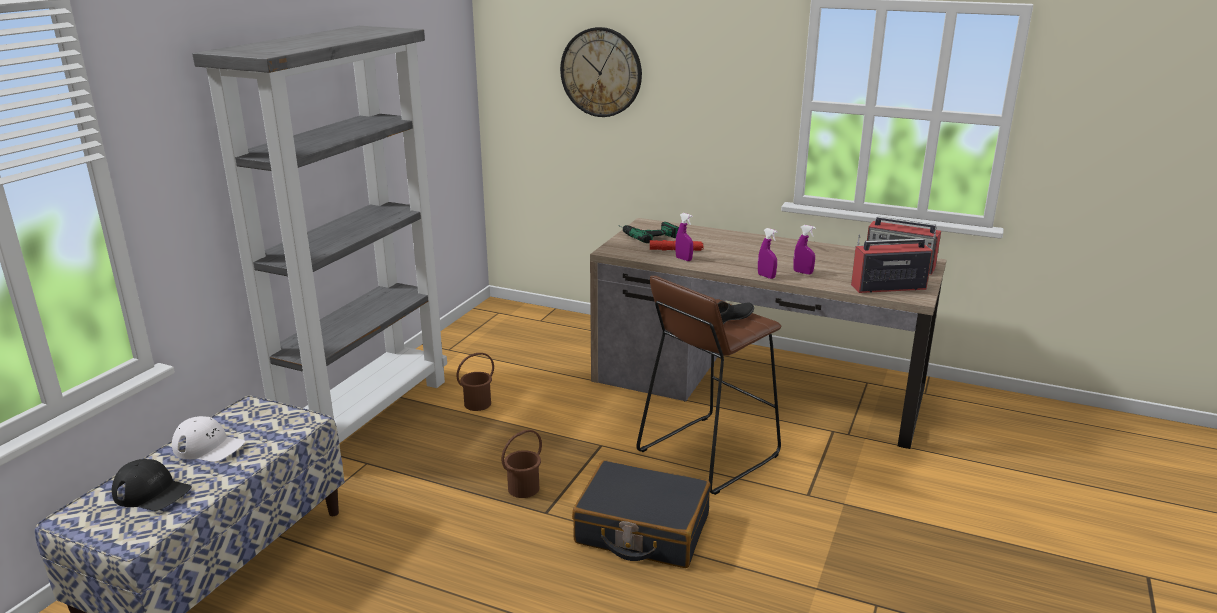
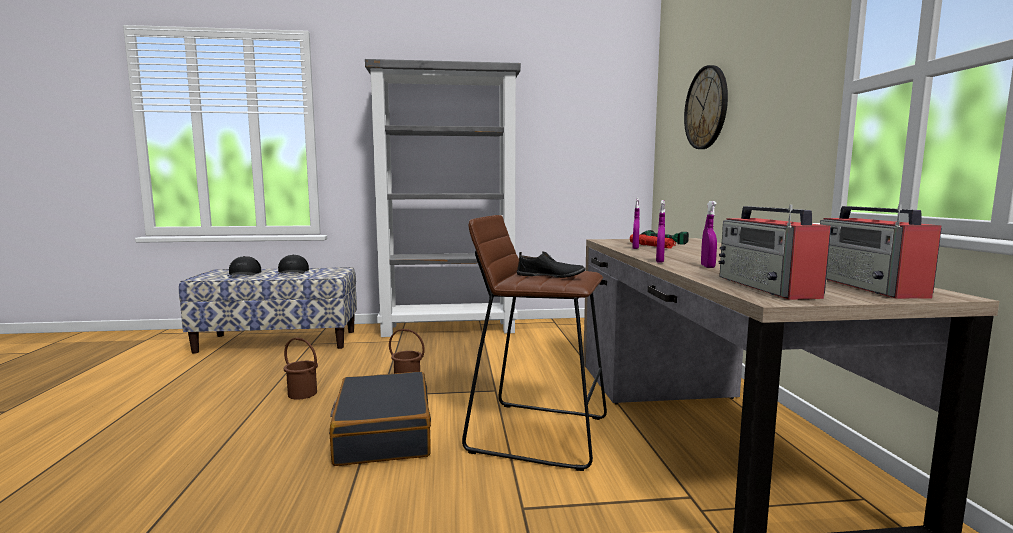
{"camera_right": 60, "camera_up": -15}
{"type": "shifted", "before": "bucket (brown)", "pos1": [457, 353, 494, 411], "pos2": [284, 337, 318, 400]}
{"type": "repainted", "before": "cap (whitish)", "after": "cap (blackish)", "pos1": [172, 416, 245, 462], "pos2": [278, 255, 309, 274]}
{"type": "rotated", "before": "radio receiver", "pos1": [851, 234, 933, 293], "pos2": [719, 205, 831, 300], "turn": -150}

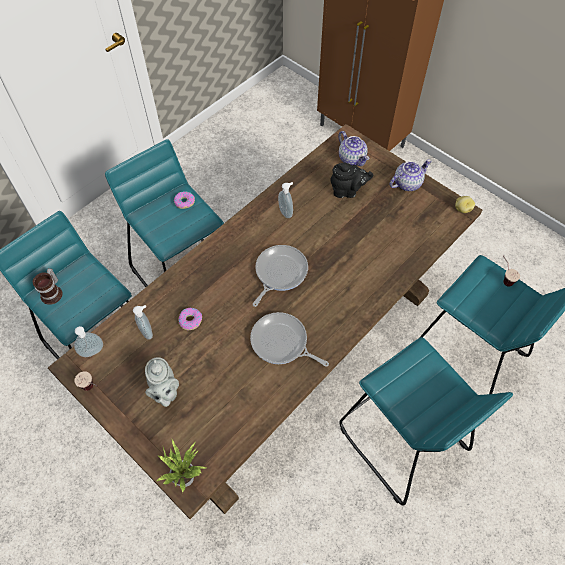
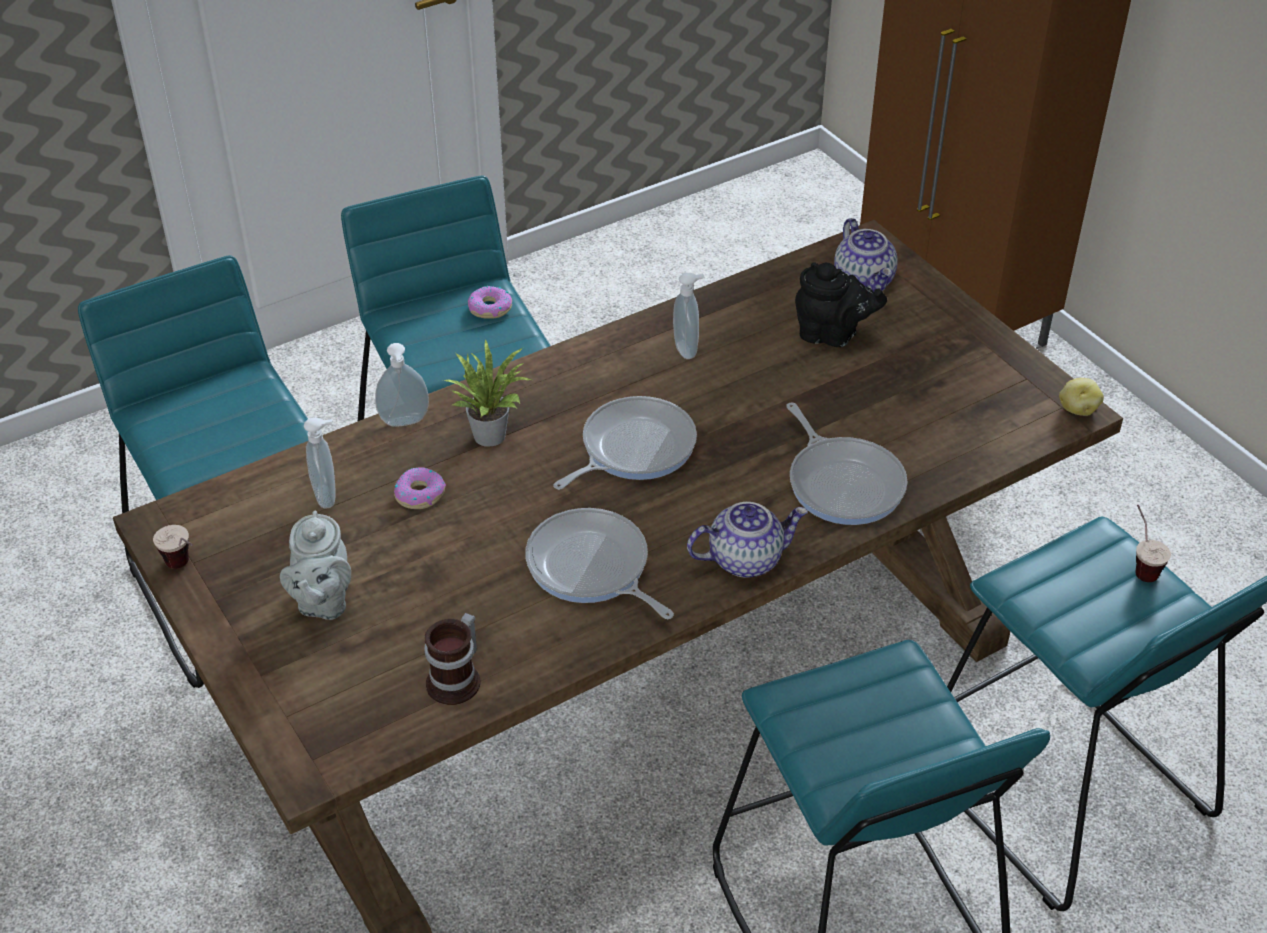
{"camera_right": 15, "camera_up": -15}
{"type": "new", "after": "frying pan", "pos2": [786, 402, 907, 525]}
{"type": "shifted", "before": "coffee mug", "pos1": [33, 268, 63, 305], "pos2": [424, 613, 481, 705]}
{"type": "shifted", "before": "soap dispenser", "pos1": [74, 326, 103, 357], "pos2": [375, 343, 429, 427]}
{"type": "shifted", "before": "plant in a pot", "pos1": [157, 440, 206, 493], "pos2": [443, 339, 532, 446]}
{"type": "shifted", "before": "pot for tea", "pos1": [389, 159, 431, 191], "pos2": [687, 502, 808, 578]}

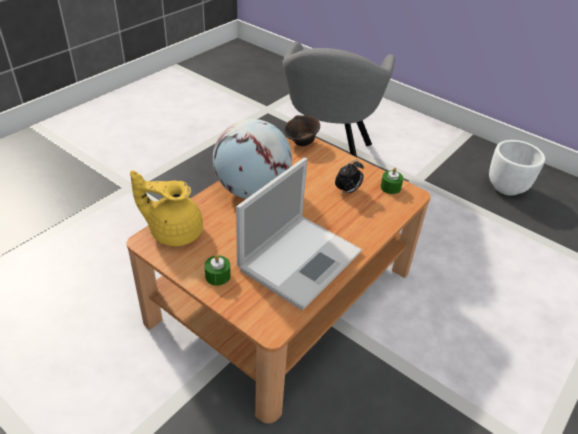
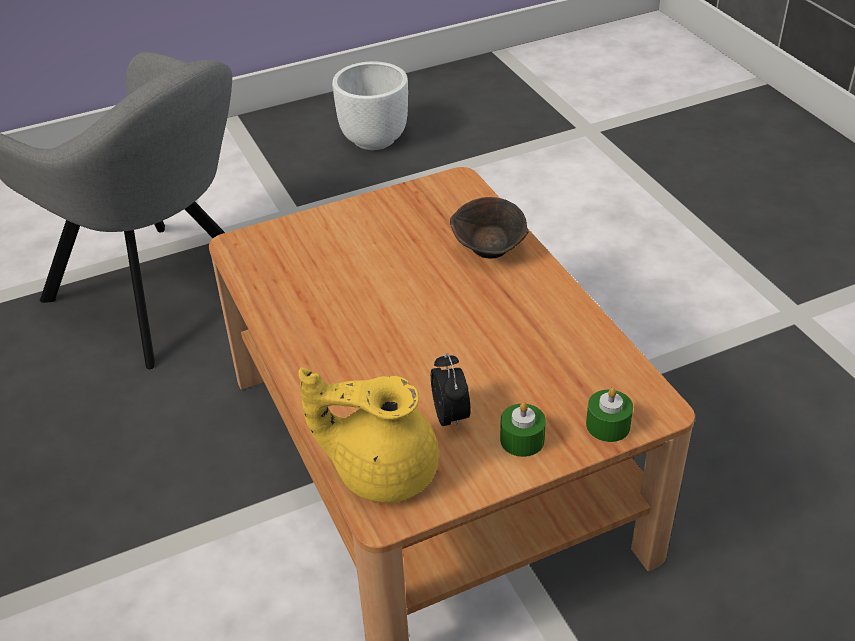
{"camera_right": -60, "camera_up": 0}
{"type": "gone", "before": "globe", "pos1": [213, 119, 292, 199]}
{"type": "gone", "before": "portable computer", "pos1": [236, 158, 362, 310]}
{"type": "shifted", "before": "serving bowl (brown)", "pos1": [284, 115, 320, 146], "pos2": [450, 197, 528, 259]}
{"type": "shifted", "before": "table clock", "pos1": [335, 159, 364, 195], "pos2": [431, 353, 471, 431]}
{"type": "shifted", "before": "wax candle (greenish)", "pos1": [380, 168, 404, 194], "pos2": [586, 388, 633, 442]}
{"type": "rotated", "before": "pot for tea (yellowish)", "pos1": [130, 170, 203, 246], "pos2": [298, 367, 439, 503], "turn": 60}

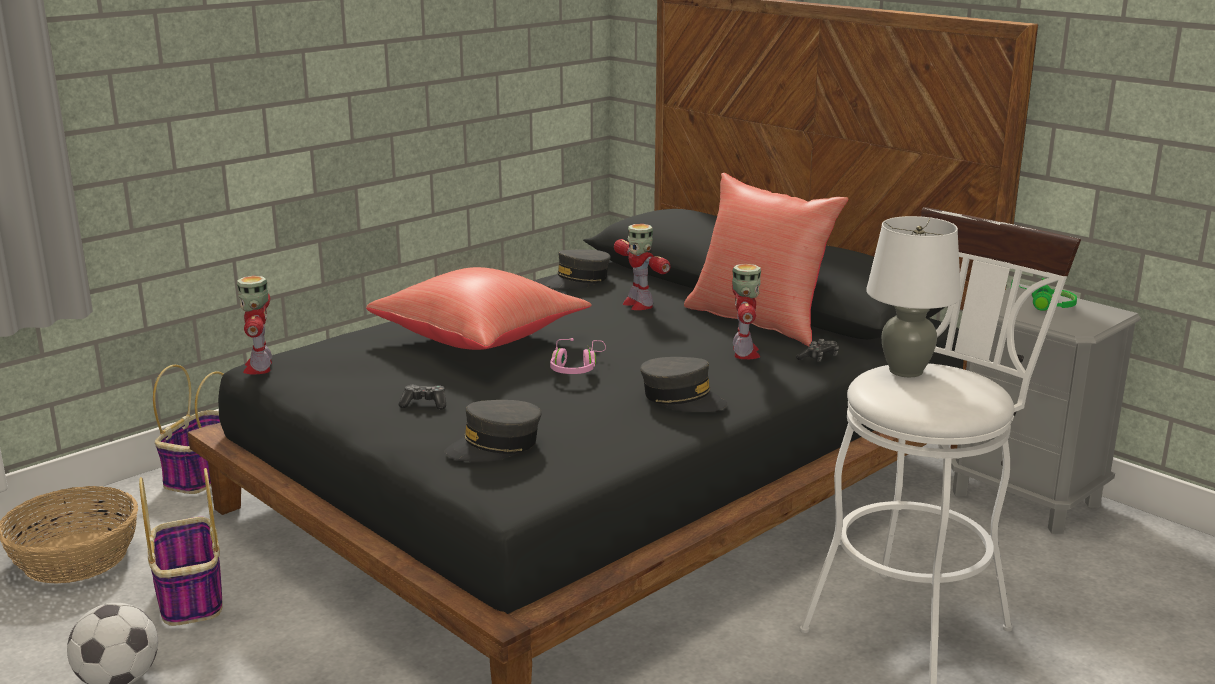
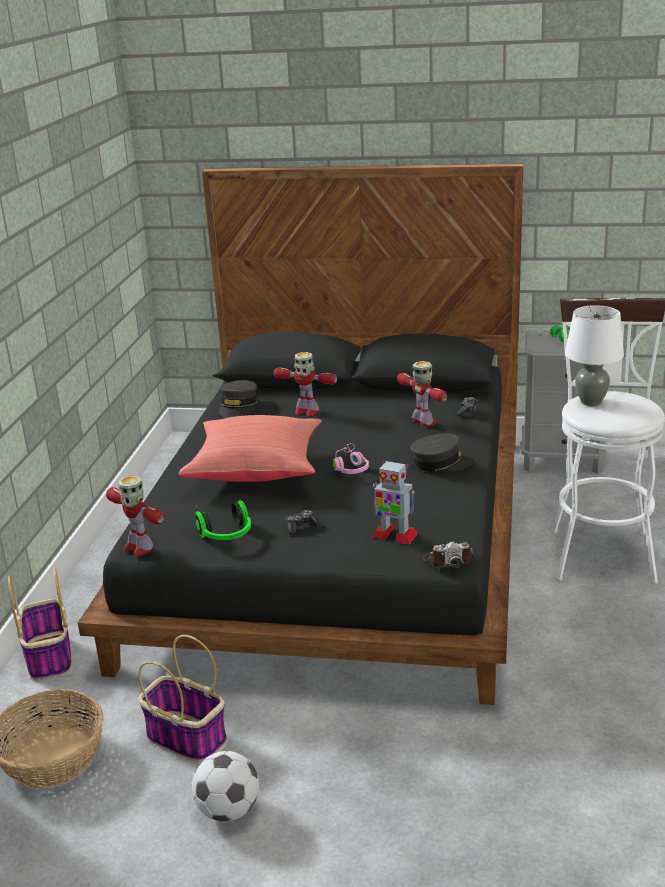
{"camera_right": -35, "camera_up": 5}
{"type": "gone", "before": "throw pillow (red-coloured)", "pos1": [684, 173, 848, 346]}
{"type": "new", "after": "headset", "pos2": [194, 500, 251, 540]}
{"type": "new", "after": "photo camera", "pos2": [423, 541, 474, 568]}
{"type": "swapped", "before": "cap (grey)", "after": "toy robot", "pos1": [445, 400, 542, 462], "pos2": [372, 460, 419, 544]}

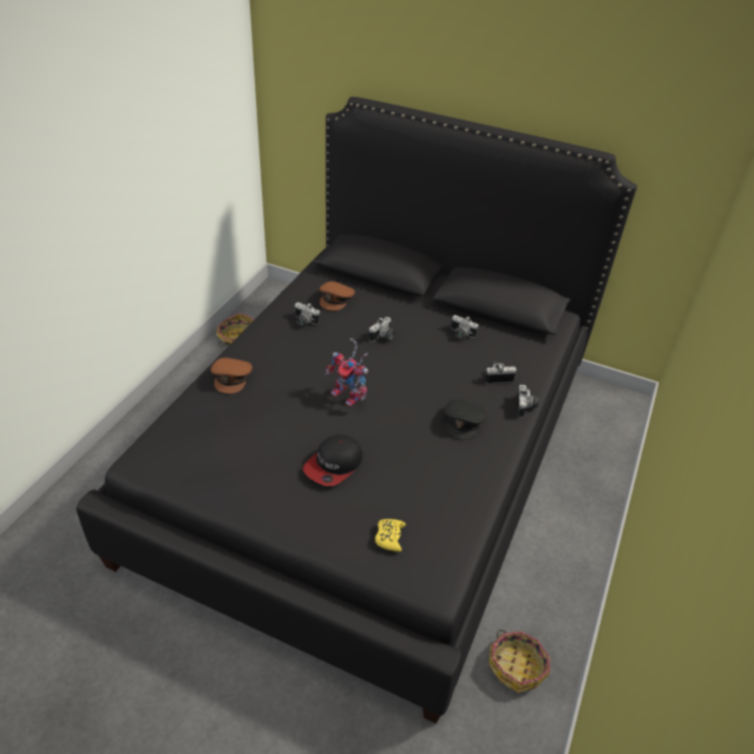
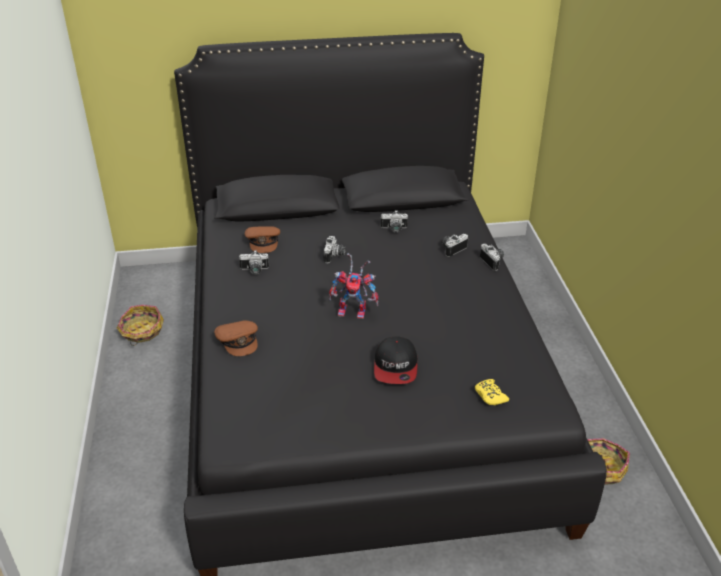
{"camera_right": -30, "camera_up": -5}
{"type": "gone", "before": "cap (blackish)", "pos1": [444, 399, 486, 440]}

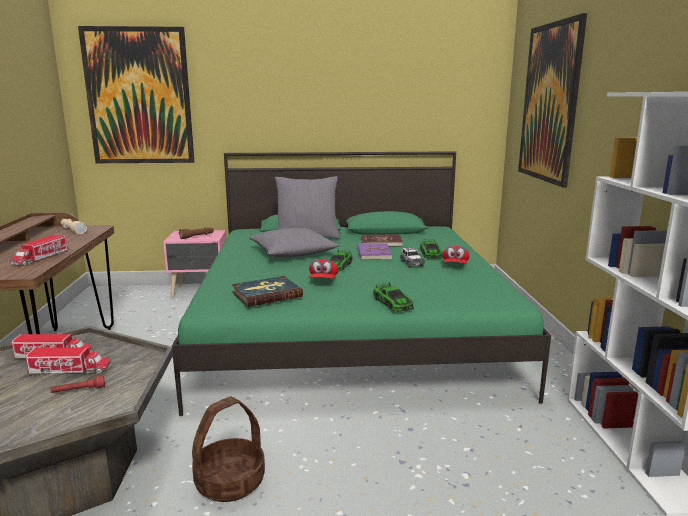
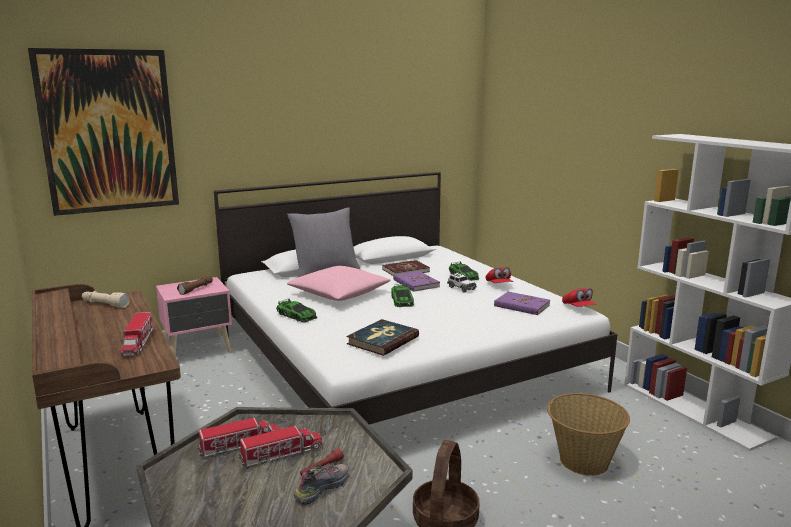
{"camera_right": -25, "camera_up": 0}
{"type": "gone", "before": "picture", "pos1": [518, 13, 587, 188]}
{"type": "new", "after": "item of footwear", "pos2": [294, 464, 349, 505]}
{"type": "new", "after": "book (purple)", "pos2": [494, 292, 550, 315]}
{"type": "new", "after": "storage basket", "pos2": [547, 393, 630, 476]}
{"type": "shifted", "before": "cap (red-coloured)", "pos1": [309, 259, 338, 279], "pos2": [562, 288, 597, 307]}
{"type": "shifted", "before": "toy car", "pos1": [373, 282, 414, 312], "pos2": [276, 298, 317, 322]}
{"type": "repainted", "before": "bedroom bed (greenish)", "after": "bedroom bed (whitish)", "pos1": [172, 151, 551, 416], "pos2": [214, 172, 617, 425]}
{"type": "repainted", "before": "throw pillow (grey)", "after": "throw pillow (pink)", "pos1": [249, 228, 339, 258], "pos2": [287, 266, 391, 301]}

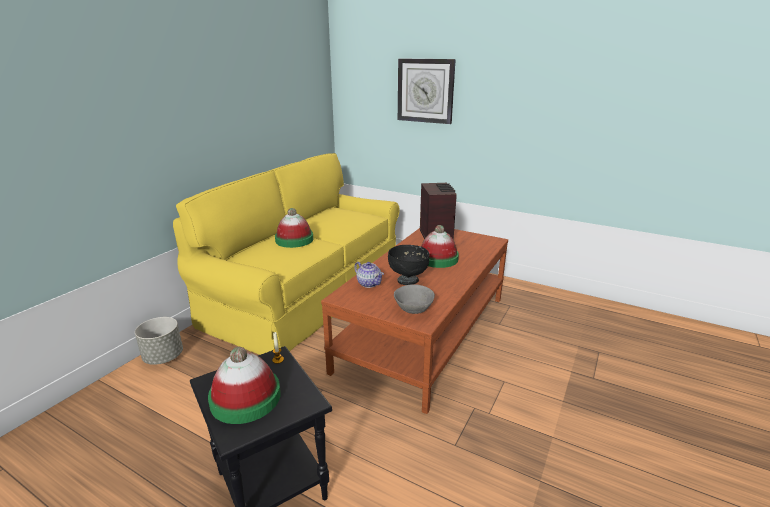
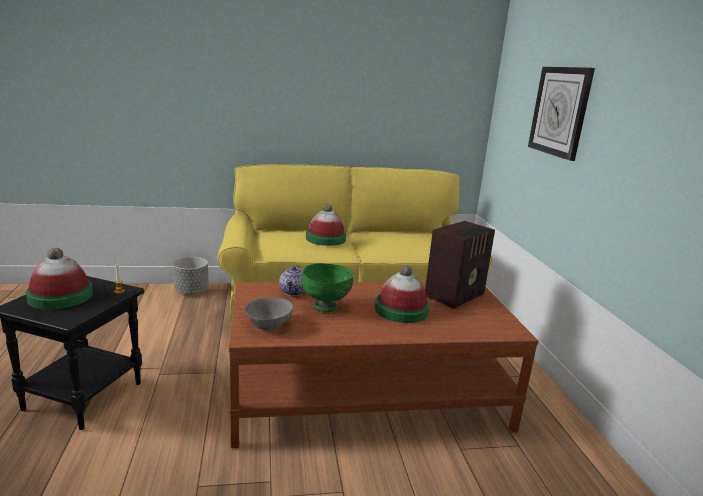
{"camera_right": 50, "camera_up": -5}
{"type": "repainted", "before": "serving bowl (blackish)", "after": "serving bowl (greenish)", "pos1": [388, 245, 430, 285], "pos2": [302, 263, 354, 312]}

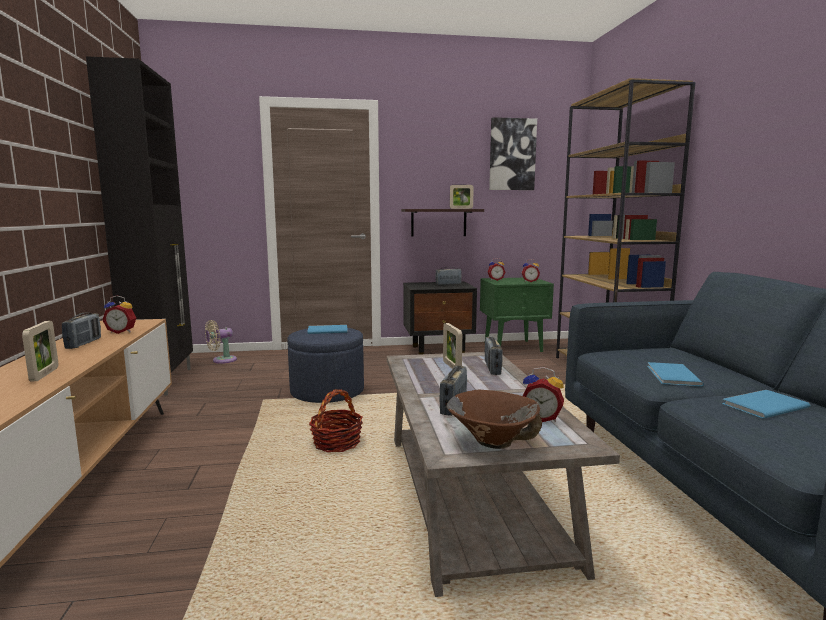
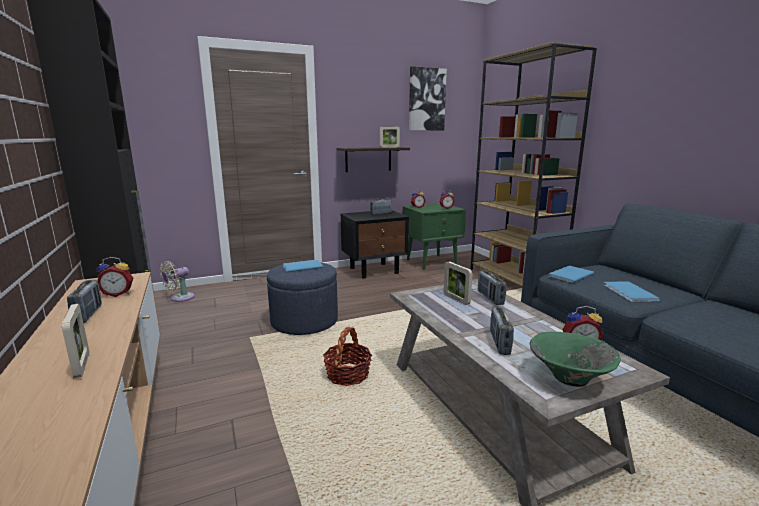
{"camera_right": -15, "camera_up": 5}
{"type": "shifted", "before": "book (blue)", "pos1": [722, 390, 811, 419], "pos2": [549, 266, 594, 283]}
{"type": "repainted", "before": "serving bowl (brown)", "after": "serving bowl (greenish)", "pos1": [446, 390, 542, 449], "pos2": [529, 332, 621, 387]}

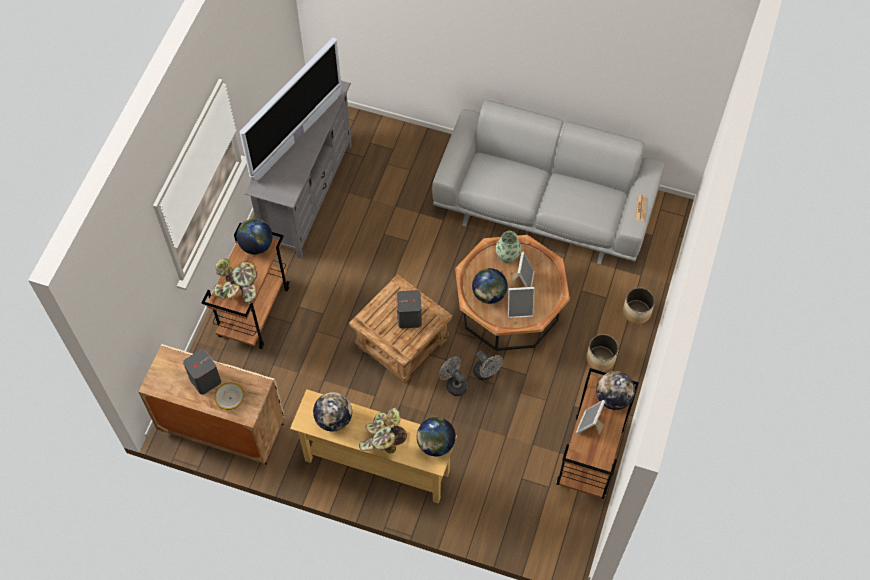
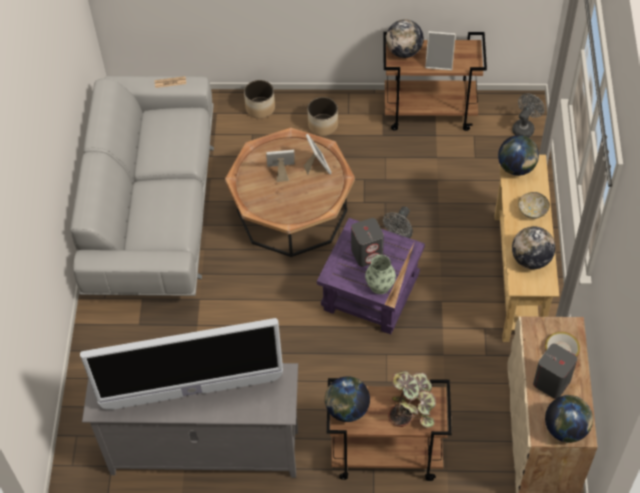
{"camera_right": -105, "camera_up": -5}
{"type": "shifted", "before": "globe", "pos1": [472, 268, 508, 304], "pos2": [545, 395, 593, 443]}
{"type": "shifted", "before": "cooling fan (grey)", "pos1": [473, 351, 503, 380], "pos2": [512, 94, 545, 138]}
{"type": "shifted", "before": "decorative vase", "pos1": [496, 231, 521, 263], "pos2": [365, 255, 396, 294]}
{"type": "swapped", "before": "plant in a pot", "after": "serving bowl", "pos1": [359, 407, 407, 453], "pos2": [518, 192, 550, 219]}
{"type": "repainted", "before": "end table (brown)", "after": "end table (purple)", "pos1": [349, 274, 452, 384], "pos2": [317, 218, 425, 334]}
{"type": "rotated", "before": "TV set", "pos1": [239, 38, 342, 181], "pos2": [80, 318, 283, 410], "turn": 150}

